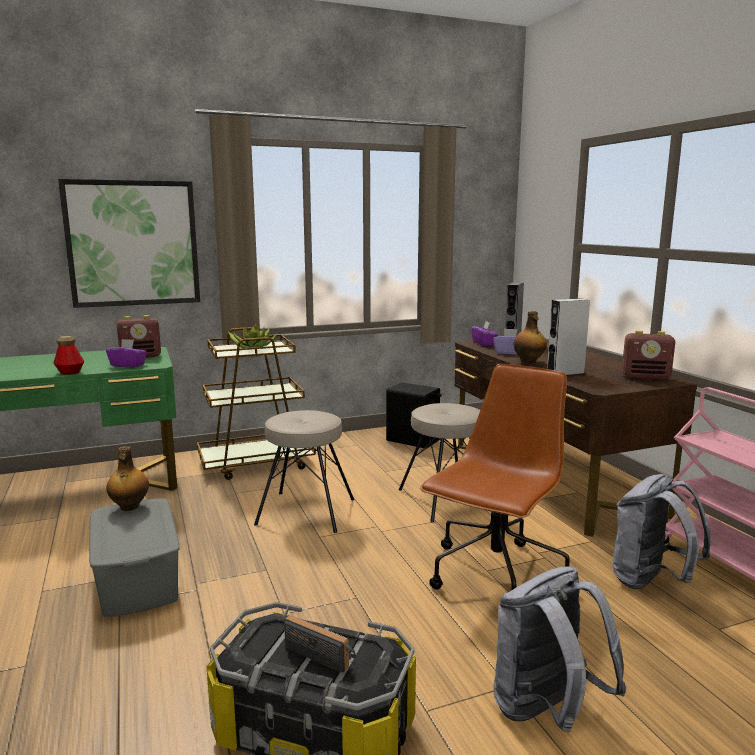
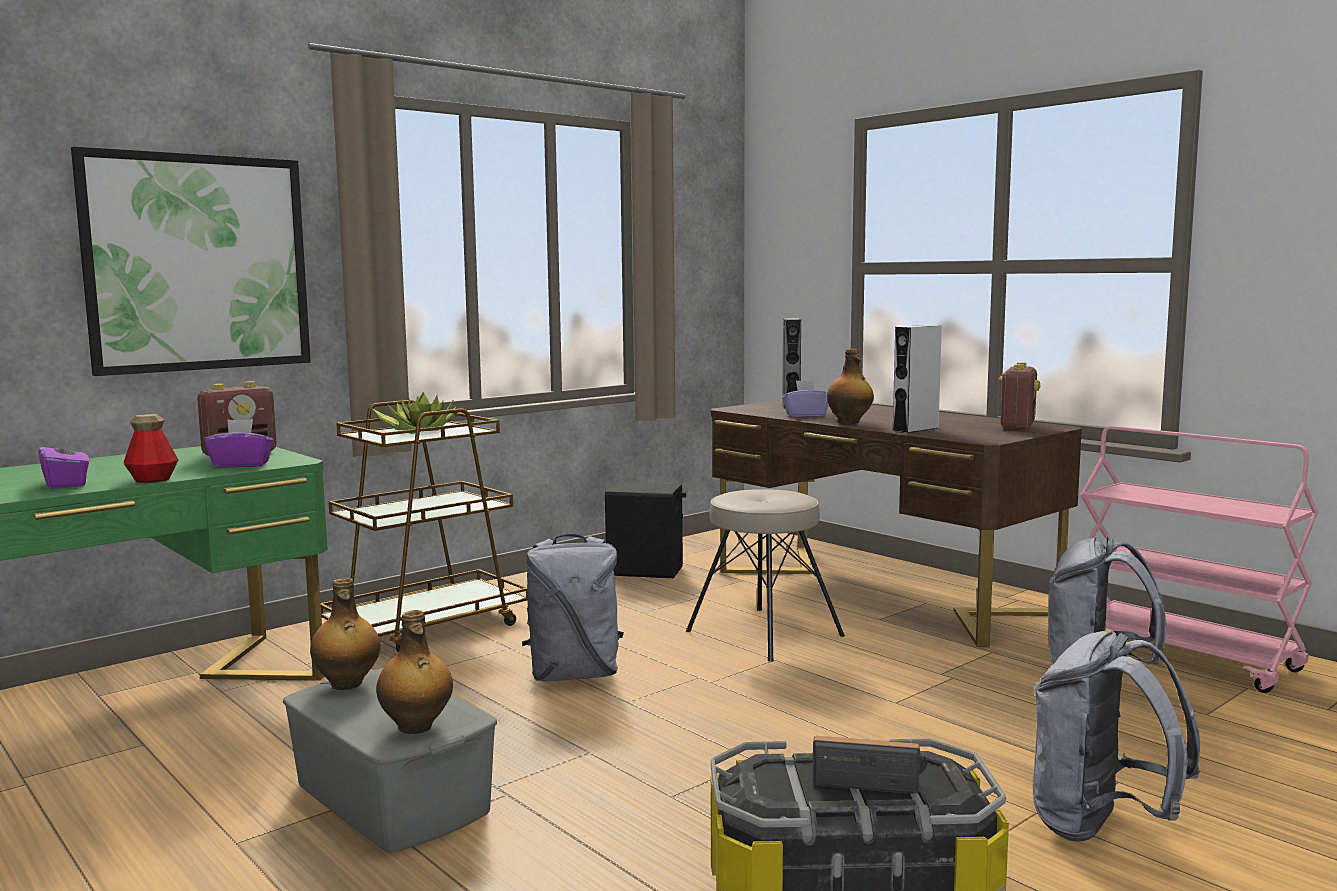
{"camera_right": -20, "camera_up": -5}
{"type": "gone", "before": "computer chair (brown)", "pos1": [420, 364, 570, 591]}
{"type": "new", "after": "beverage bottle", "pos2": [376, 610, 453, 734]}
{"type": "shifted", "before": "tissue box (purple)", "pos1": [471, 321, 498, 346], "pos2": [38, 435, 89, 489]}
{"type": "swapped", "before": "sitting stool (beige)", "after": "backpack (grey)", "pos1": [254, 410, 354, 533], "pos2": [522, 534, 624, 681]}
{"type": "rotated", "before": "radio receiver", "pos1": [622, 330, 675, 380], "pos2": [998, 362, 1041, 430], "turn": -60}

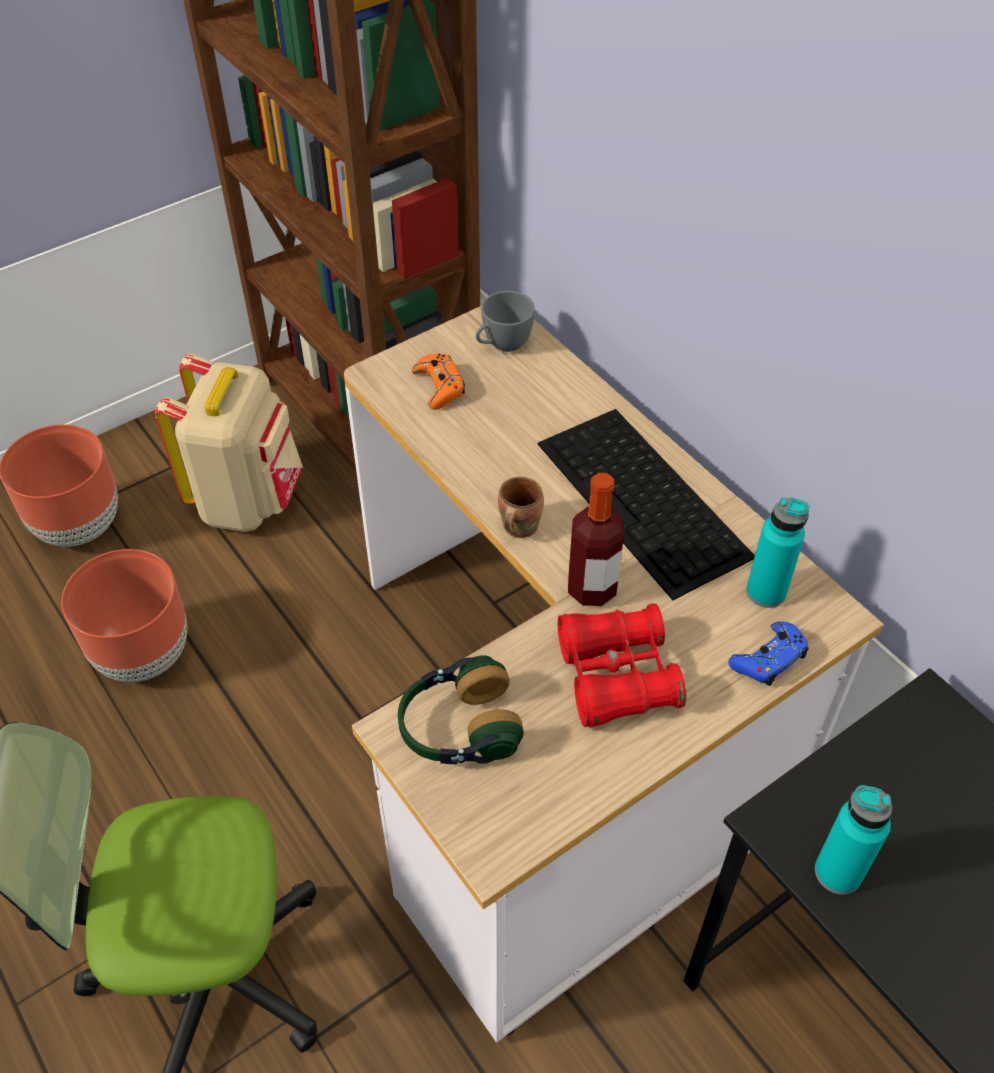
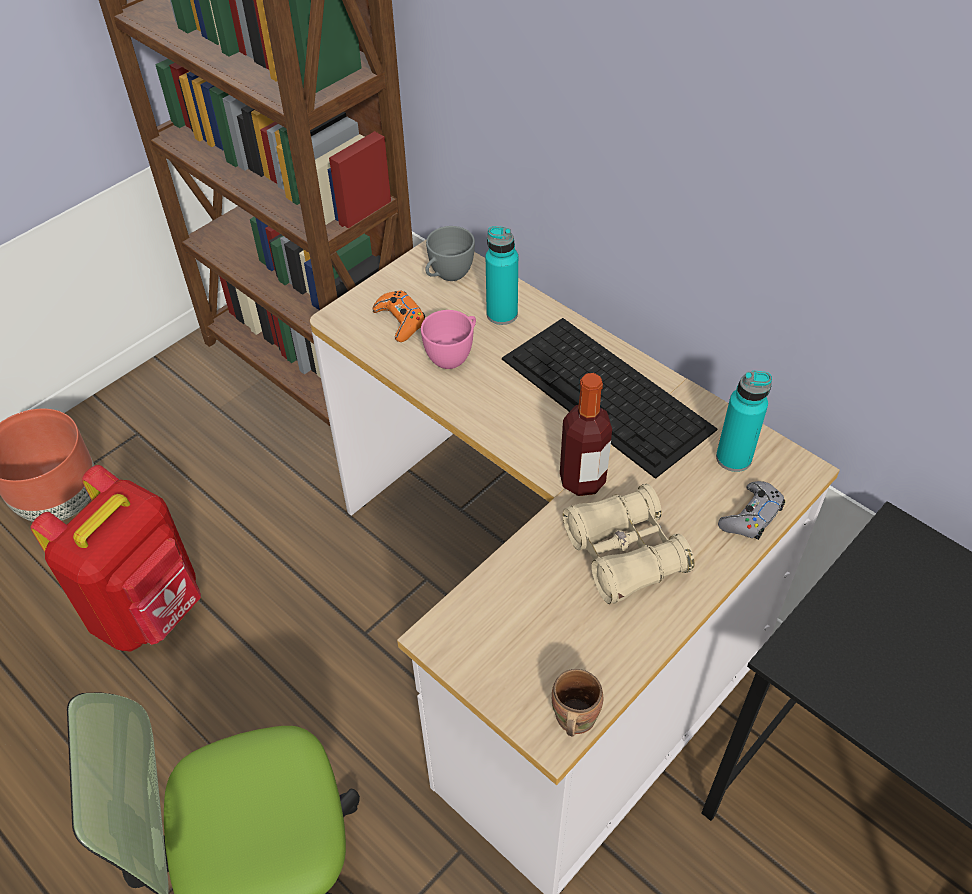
{"camera_right": -10, "camera_up": 0}
{"type": "gone", "before": "backpack (beige)", "pos1": [155, 354, 303, 532]}
{"type": "gone", "before": "headset", "pos1": [398, 656, 524, 764]}
{"type": "new", "after": "cup (pink)", "pos2": [421, 310, 476, 369]}
{"type": "shifted", "before": "coffee mug (brown)", "pos1": [498, 477, 544, 538], "pos2": [552, 669, 603, 736]}
{"type": "shifted", "before": "beverage bottle (turquoise)", "pos1": [815, 785, 892, 895], "pos2": [486, 226, 518, 325]}
{"type": "swapped", "before": "planter (brown)", "after": "backpack (red-coloured)", "pos1": [61, 549, 187, 682], "pos2": [31, 465, 201, 652]}
{"type": "repainted", "before": "pair of binoculars (red-coloured)", "after": "pair of binoculars (beige)", "pos1": [558, 603, 686, 728], "pos2": [563, 484, 694, 604]}
{"type": "repainted", "before": "gamepad (blue)", "after": "gamepad (grey)", "pos1": [729, 621, 809, 686], "pos2": [718, 481, 785, 540]}

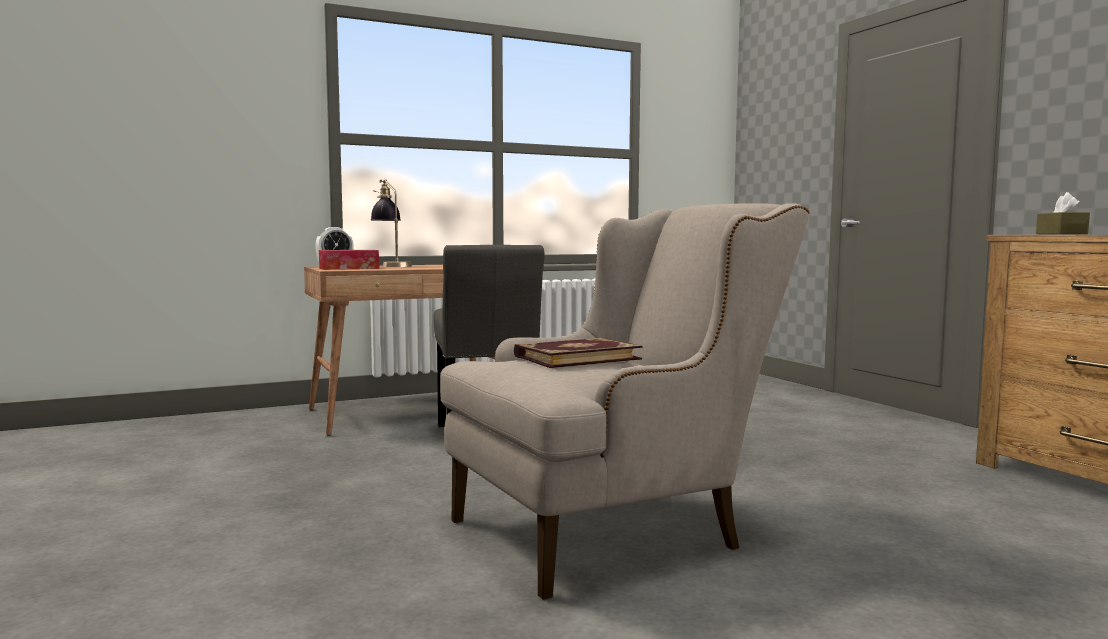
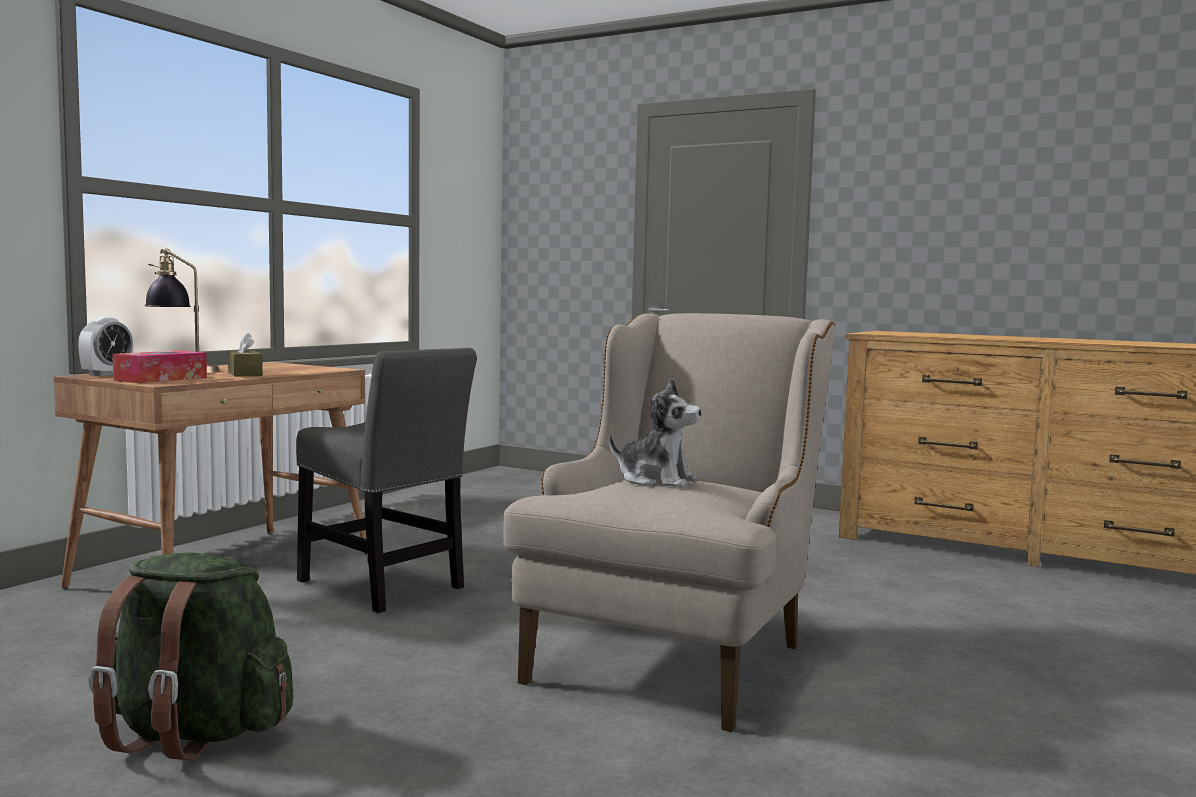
{"camera_right": -35, "camera_up": 0}
{"type": "new", "after": "backpack (greenish)", "pos2": [88, 552, 293, 760]}
{"type": "shifted", "before": "tissue box (brown)", "pos1": [1036, 192, 1090, 234], "pos2": [228, 331, 263, 377]}
{"type": "swapped", "before": "book", "after": "plush toy", "pos1": [514, 338, 643, 368], "pos2": [609, 378, 702, 488]}

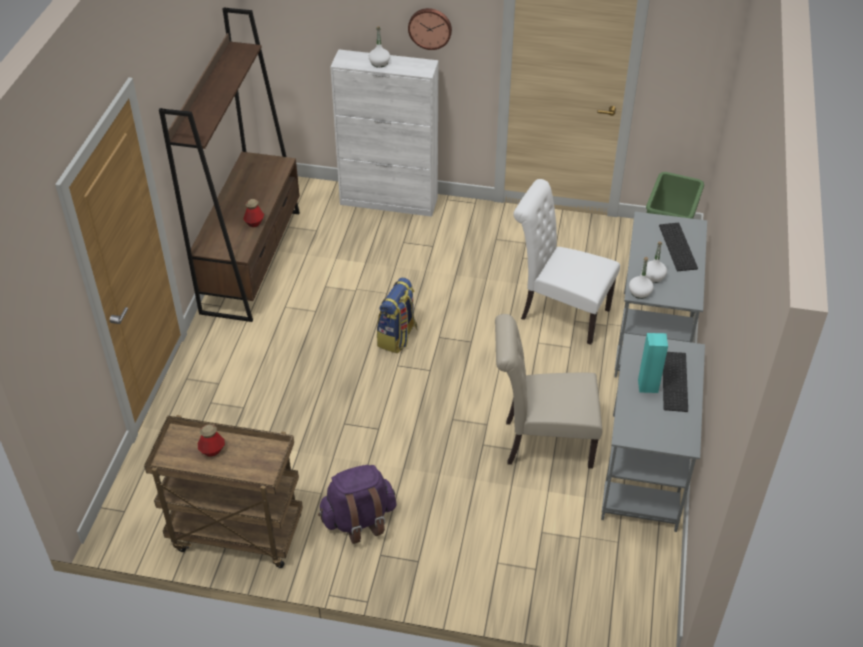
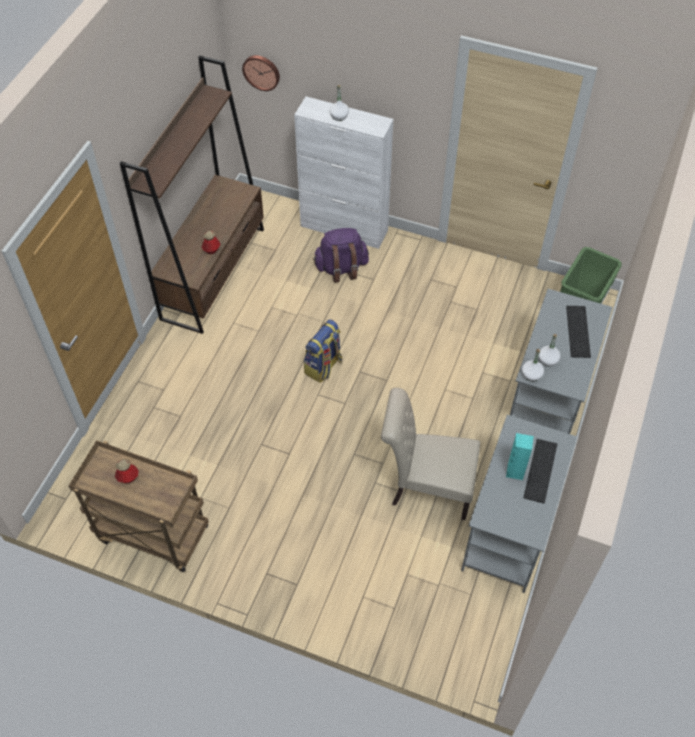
{"camera_right": 10, "camera_up": 10}
{"type": "gone", "before": "chair (whitish)", "pos1": [513, 179, 620, 345]}
{"type": "shifted", "before": "backpack (purple)", "pos1": [318, 465, 397, 544], "pos2": [313, 228, 369, 283]}
{"type": "shifted", "before": "clock on the wall", "pos1": [408, 8, 452, 50], "pos2": [242, 55, 280, 91]}

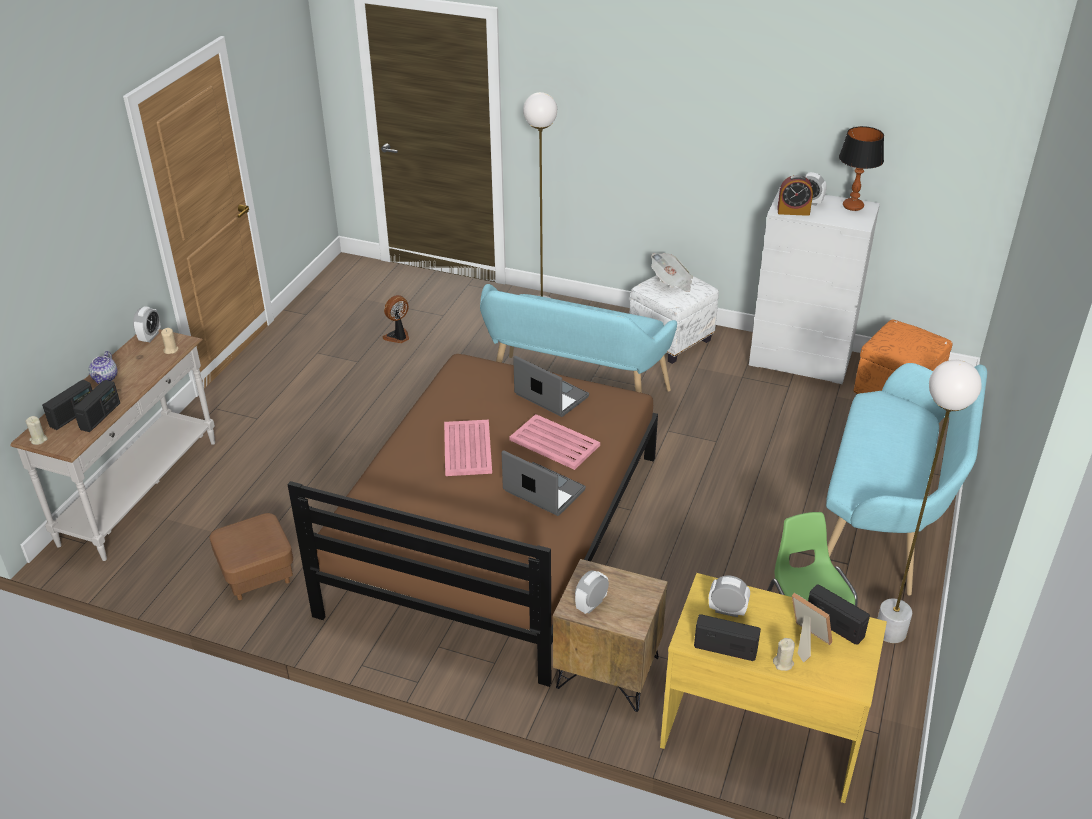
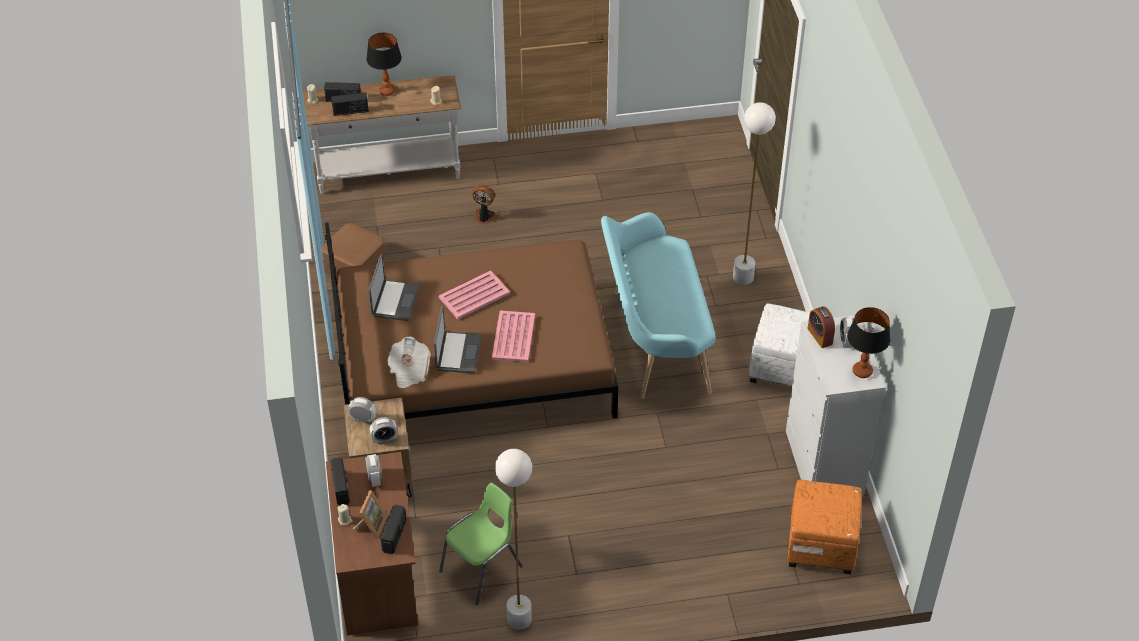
{"camera_right": 60, "camera_up": 10}
{"type": "gone", "before": "long seat (turquoise)", "pos1": [826, 363, 987, 596]}
{"type": "shifted", "before": "table clock", "pos1": [133, 306, 161, 342], "pos2": [370, 417, 398, 444]}
{"type": "shifted", "before": "cooling fan", "pos1": [382, 295, 410, 343], "pos2": [472, 185, 499, 225]}
{"type": "shifted", "before": "portable computer", "pos1": [513, 356, 589, 417], "pos2": [368, 255, 420, 321]}
{"type": "shifted", "before": "newspaper", "pos1": [651, 253, 693, 292], "pos2": [387, 337, 431, 388]}
{"type": "swapped", "before": "pot for tea", "after": "lamp for a table", "pos1": [89, 351, 118, 384], "pos2": [366, 33, 402, 96]}
{"type": "repainted", "before": "desk unit (yellowish)", "after": "desk unit (brown)", "pos1": [660, 573, 887, 803], "pos2": [326, 452, 418, 635]}

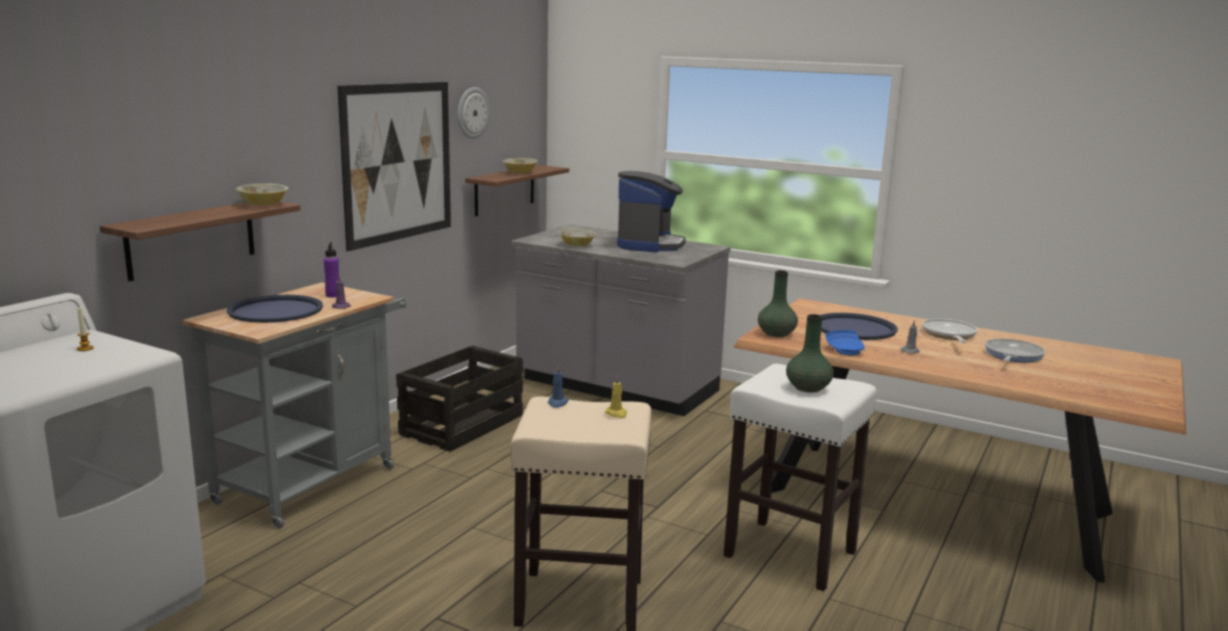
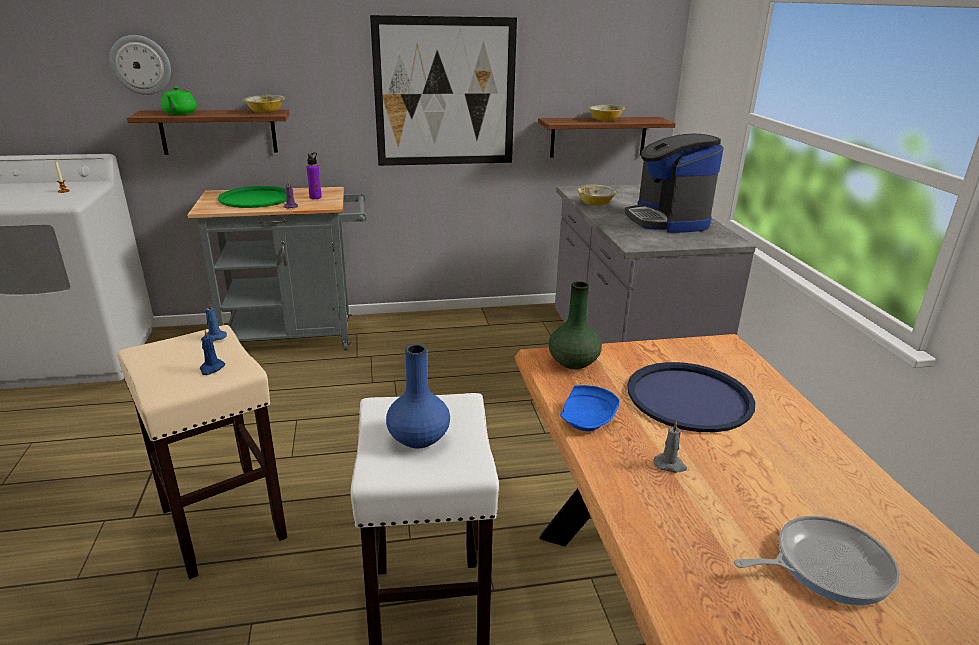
{"camera_right": 50, "camera_up": 10}
{"type": "gone", "before": "packing crate", "pos1": [396, 345, 523, 452]}
{"type": "gone", "before": "frying pan", "pos1": [922, 319, 978, 343]}
{"type": "new", "after": "pot for tea (greenish)", "pos2": [161, 87, 197, 115]}
{"type": "shifted", "before": "clock on the wall", "pos1": [458, 87, 490, 139], "pos2": [109, 35, 171, 95]}
{"type": "repainted", "before": "tray (blue)", "after": "tray (greenish)", "pos1": [227, 295, 323, 323], "pos2": [218, 186, 287, 208]}
{"type": "repainted", "before": "wax candle (yellowish)", "after": "wax candle (blue)", "pos1": [605, 376, 627, 418], "pos2": [200, 330, 225, 375]}
{"type": "repainted", "before": "decorative vase (greenish)", "after": "decorative vase (blue)", "pos1": [786, 314, 834, 393], "pos2": [386, 345, 450, 448]}
{"type": "rotated", "before": "coffee machine", "pos1": [617, 171, 686, 252], "pos2": [625, 134, 724, 233], "turn": 105}

